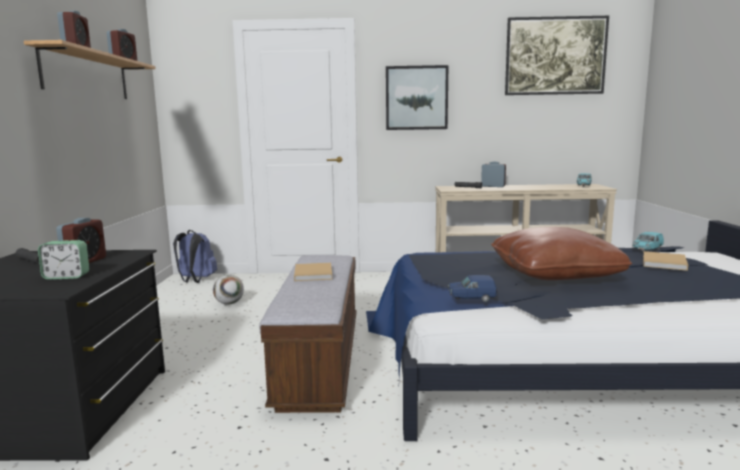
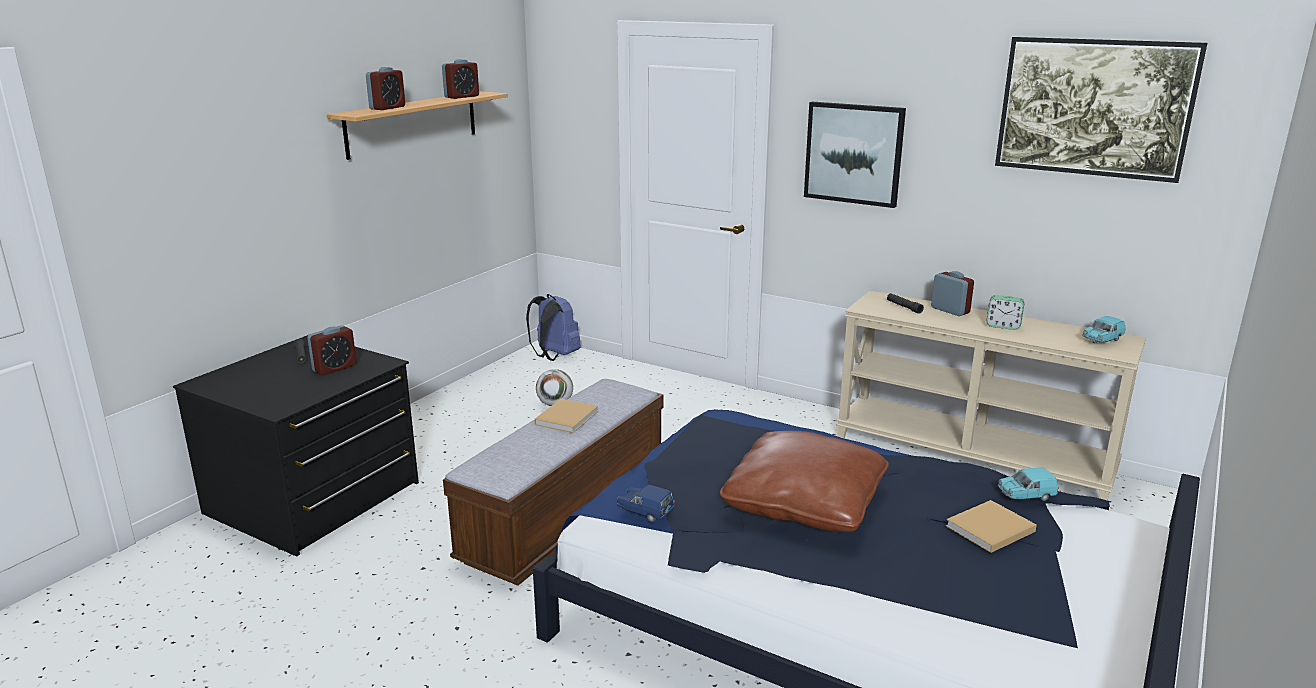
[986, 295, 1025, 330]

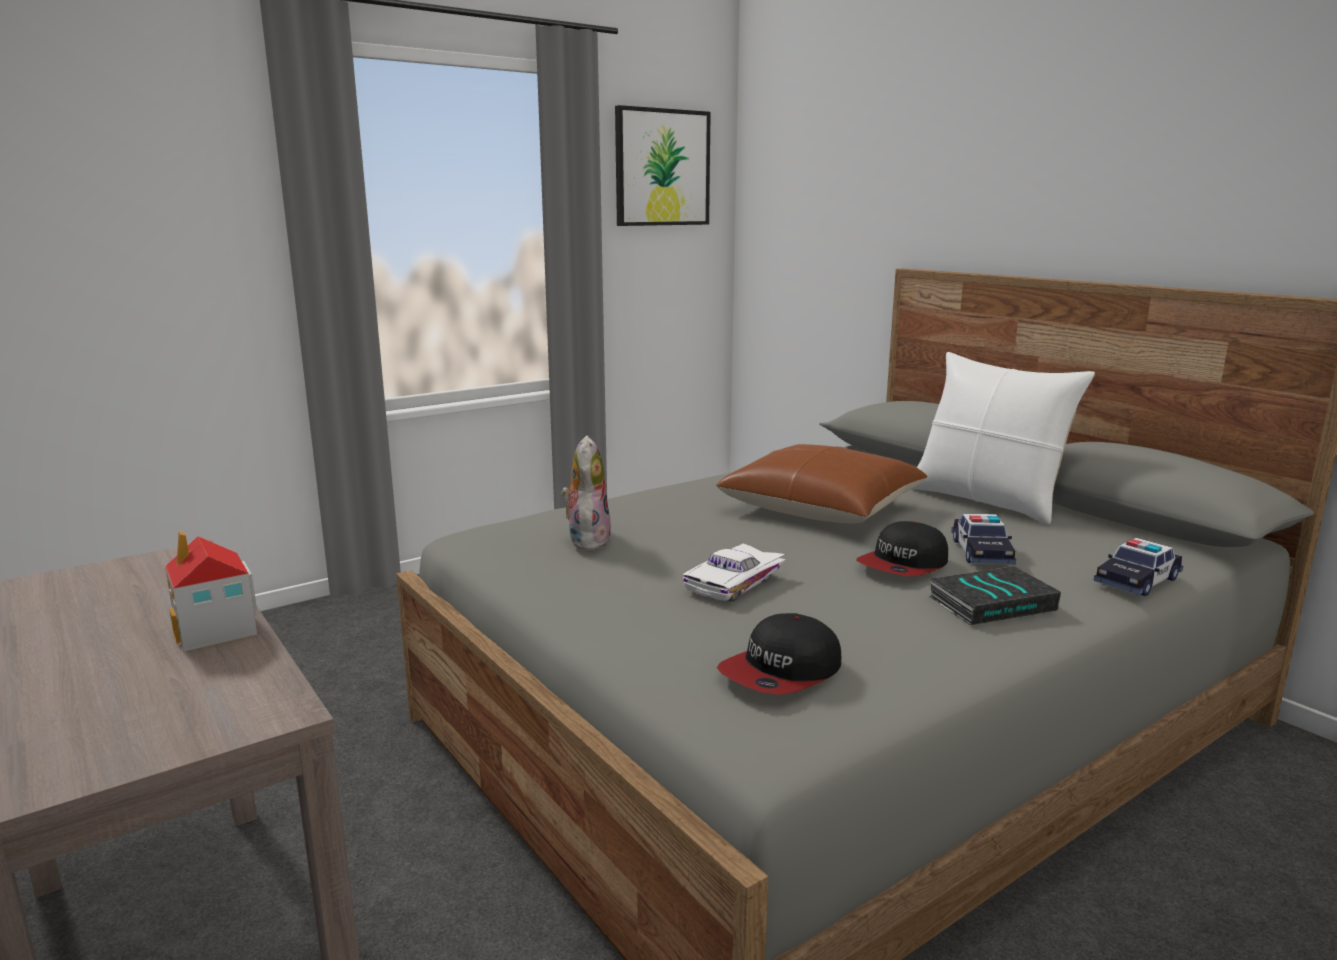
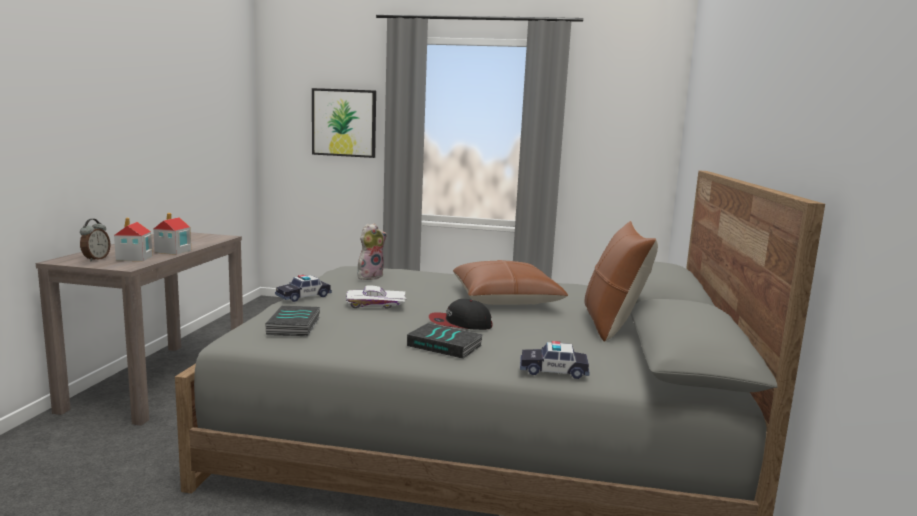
[312, 88, 376, 158]
[265, 306, 320, 336]
[584, 221, 658, 342]
[275, 275, 332, 302]
[80, 219, 111, 261]
[114, 217, 152, 261]

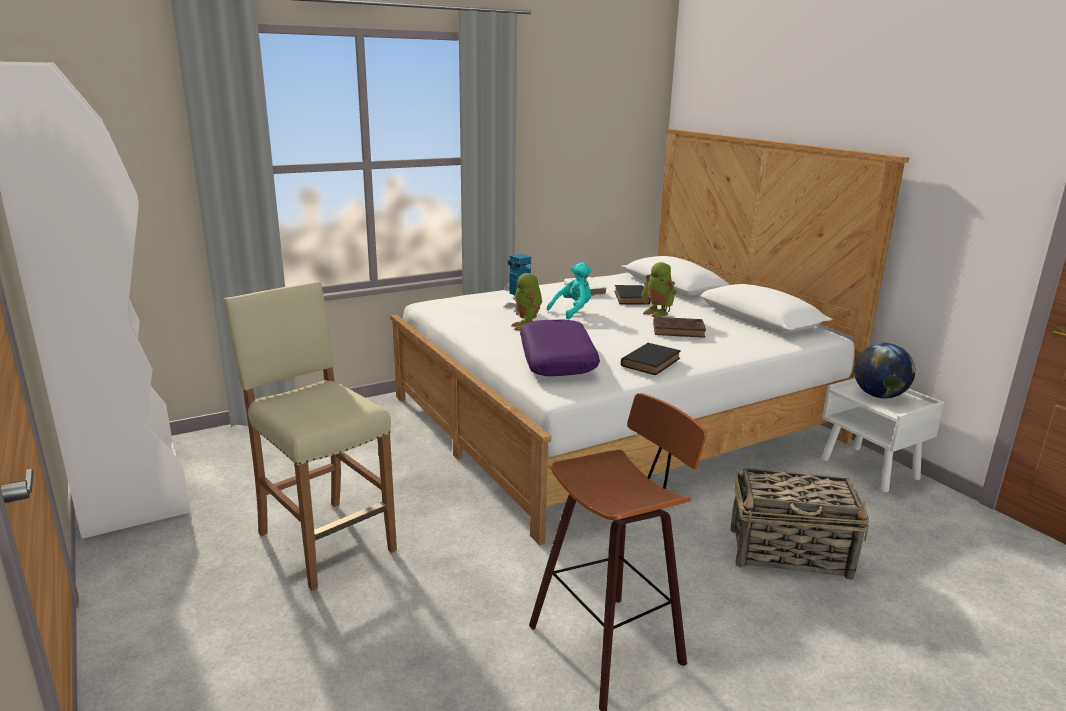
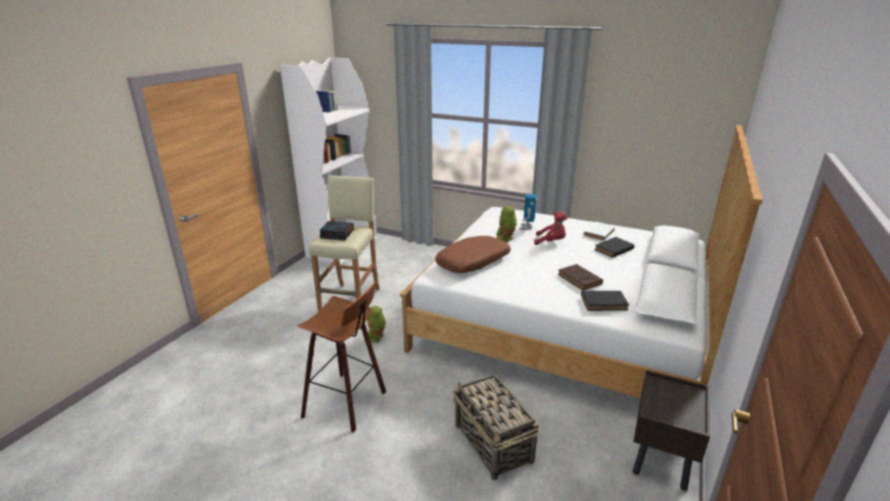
[435, 236, 511, 273]
[534, 211, 567, 245]
[581, 291, 629, 311]
[367, 306, 386, 343]
[633, 370, 710, 491]
[854, 343, 915, 398] (first image)
[320, 221, 354, 240]

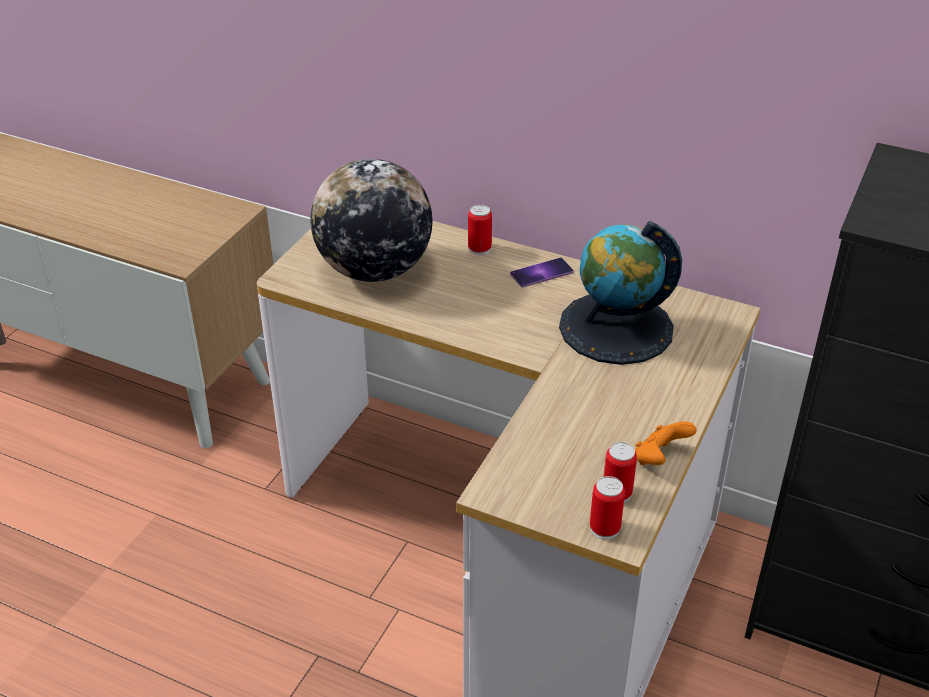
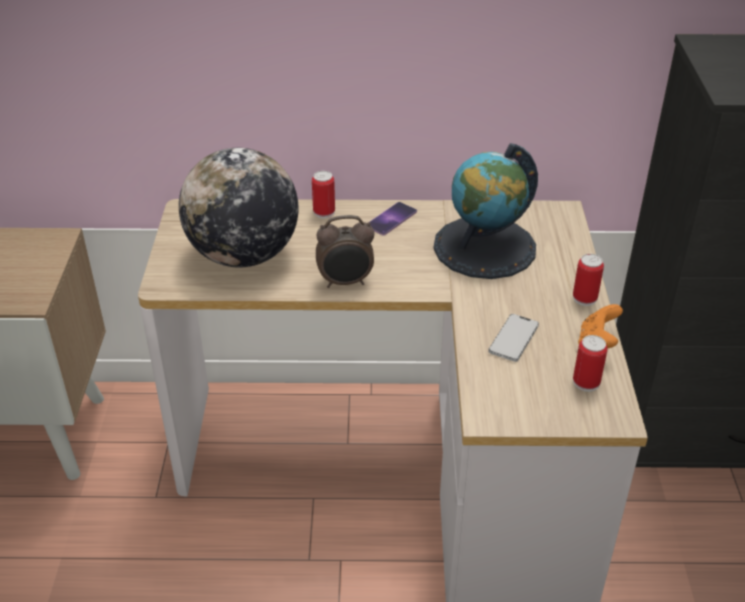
[573, 254, 604, 306]
[316, 215, 375, 288]
[488, 314, 539, 362]

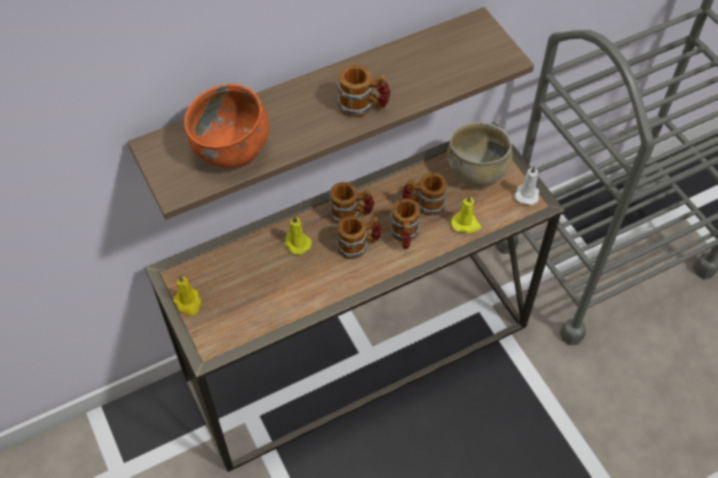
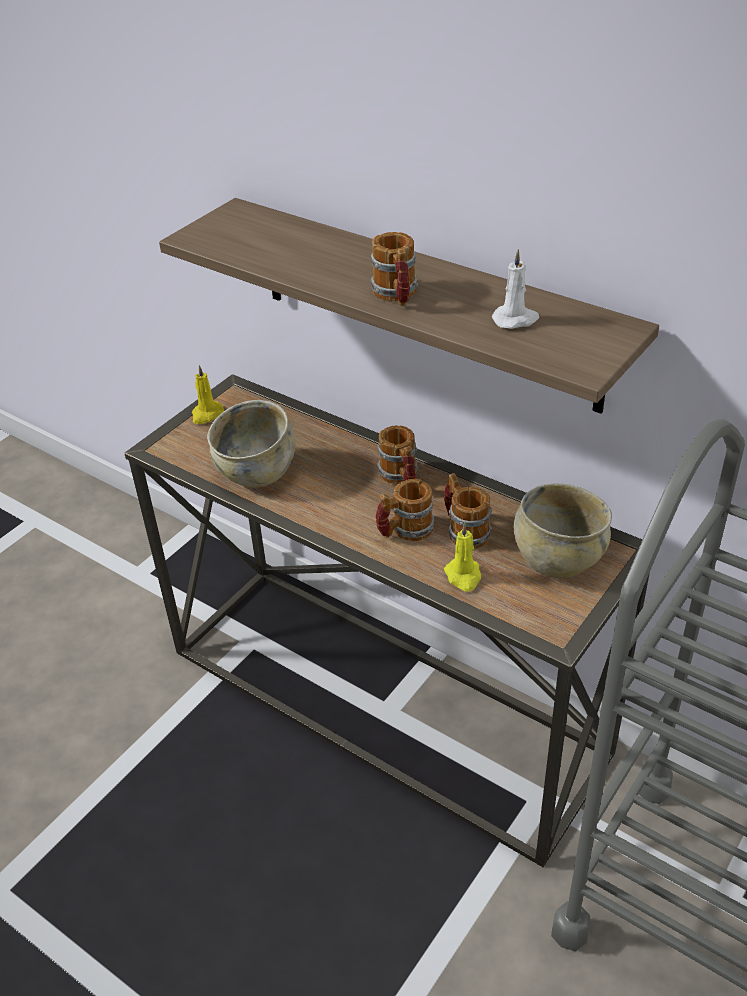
[184, 84, 269, 168] (first image)
[284, 216, 312, 255] (first image)
[336, 215, 382, 259] (first image)
[492, 249, 539, 329]
[207, 400, 296, 488]

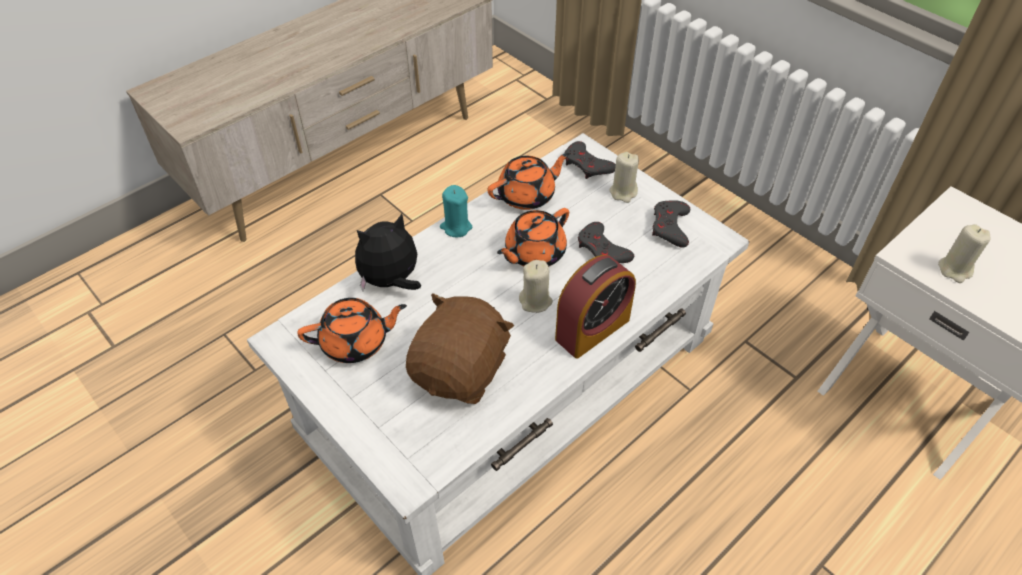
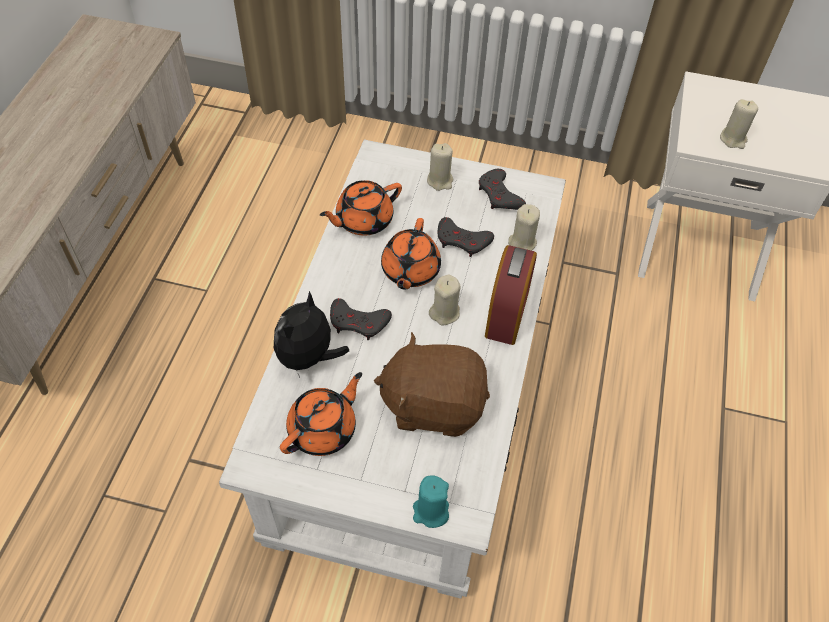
[374, 332, 490, 437]
[413, 476, 449, 528]
[320, 180, 402, 236]
[330, 298, 392, 340]
[508, 204, 540, 251]

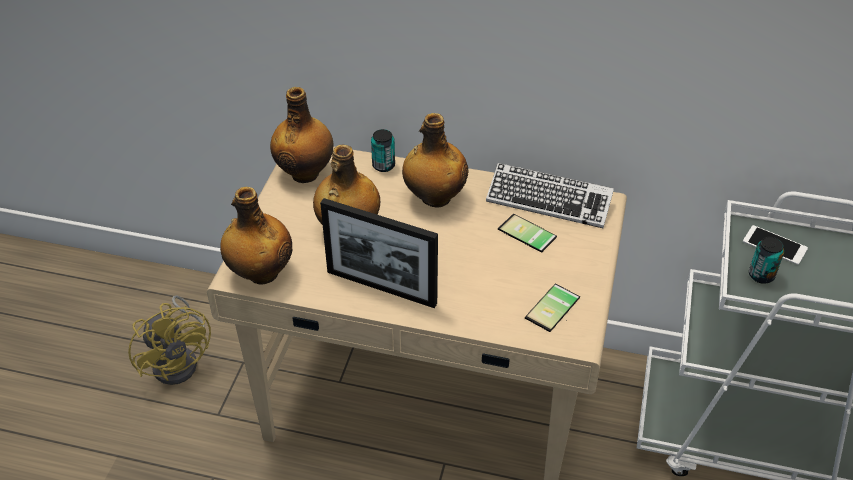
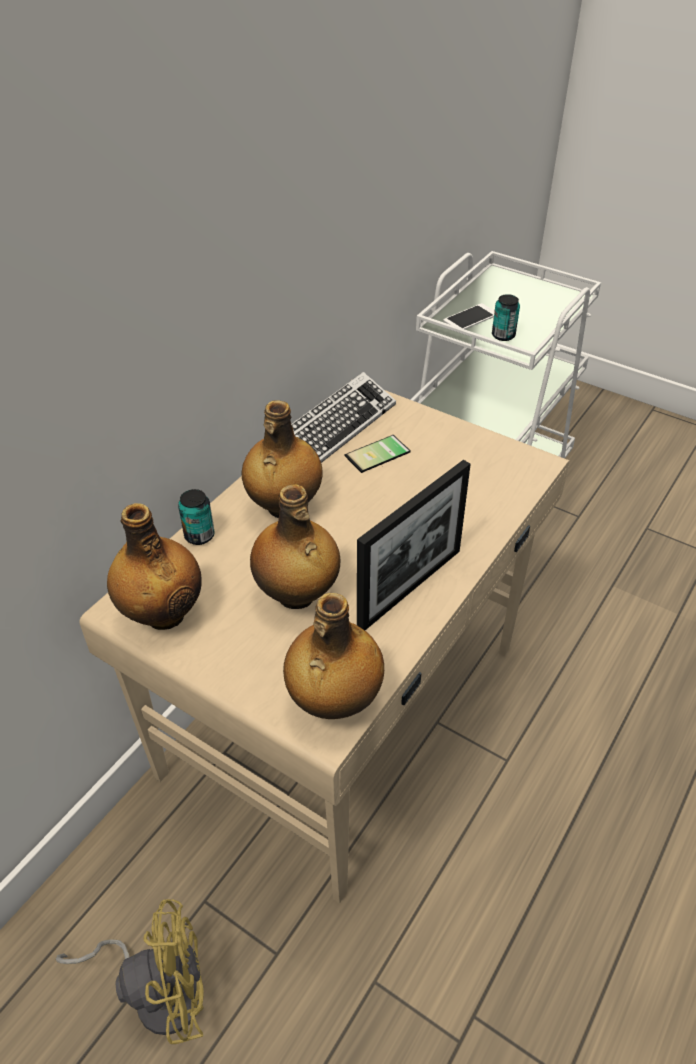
[525, 284, 580, 332] (first image)

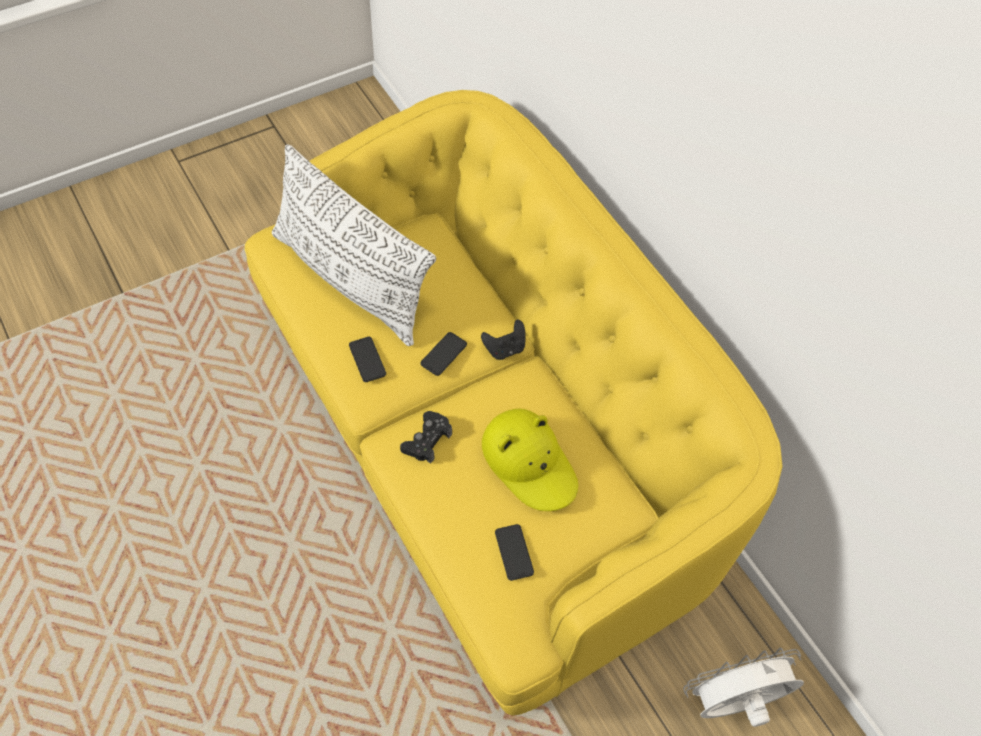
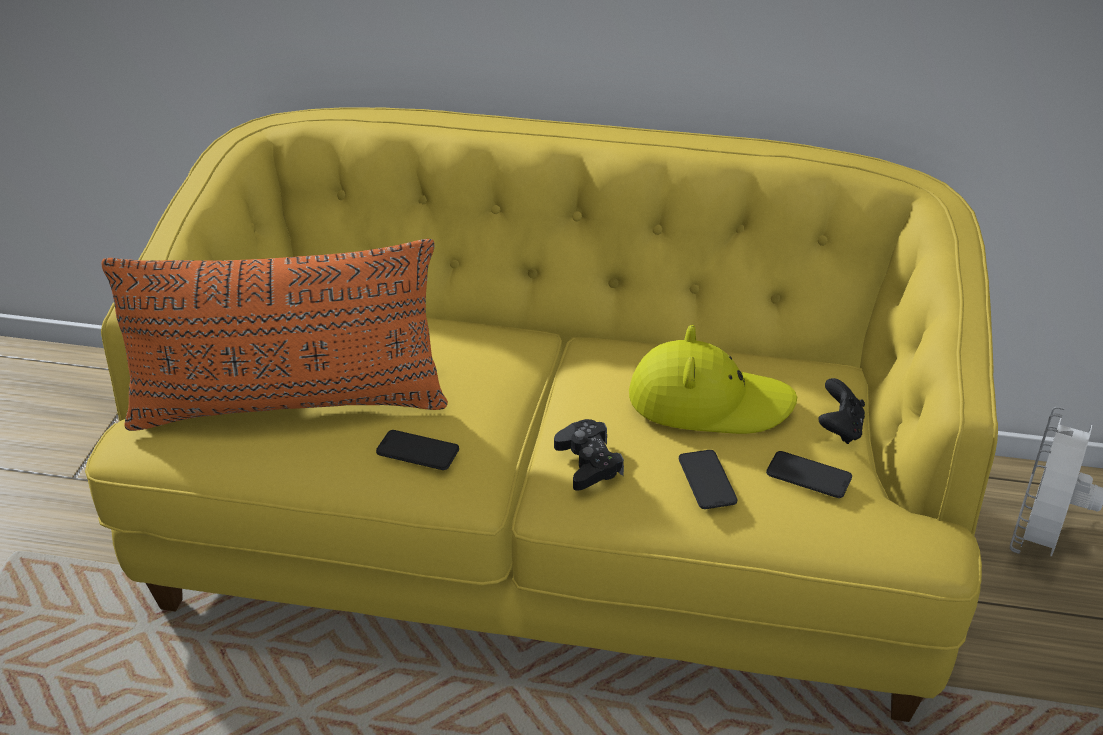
[102, 239, 448, 431]
[679, 450, 737, 509]
[818, 378, 865, 444]

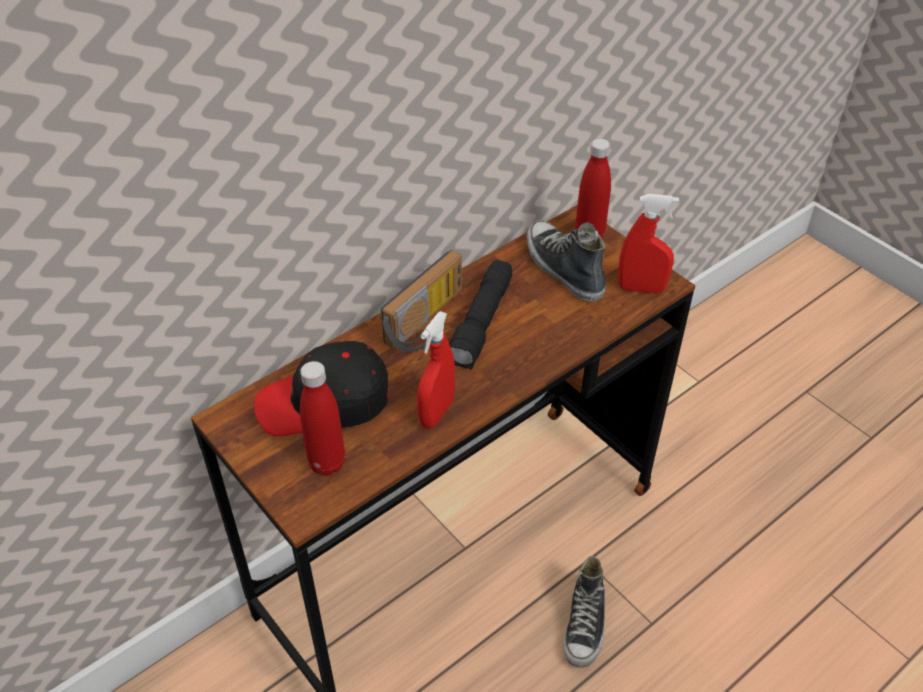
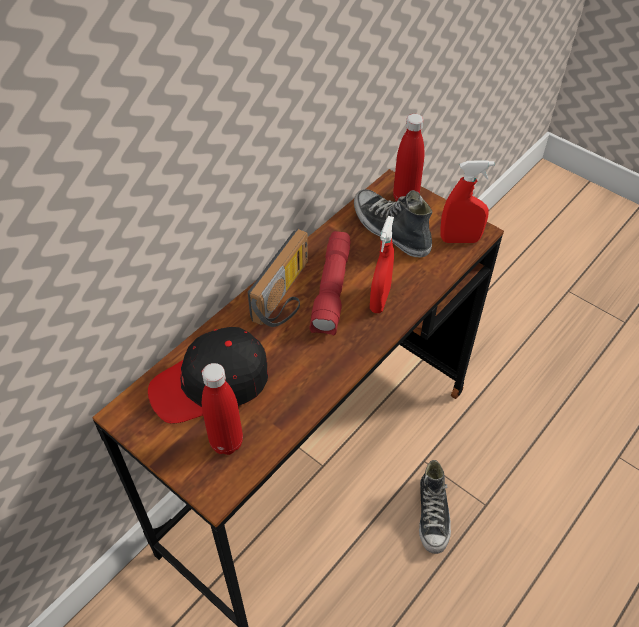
[370, 216, 394, 313]
[309, 231, 351, 335]

